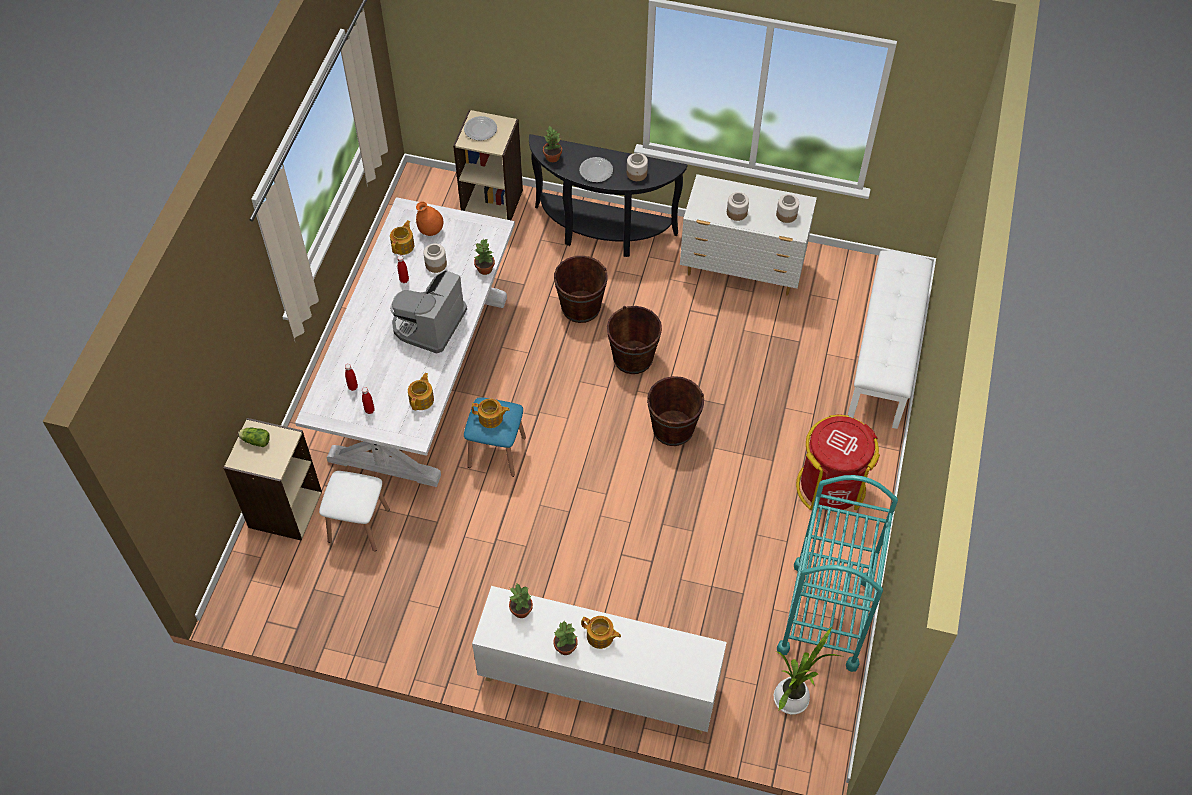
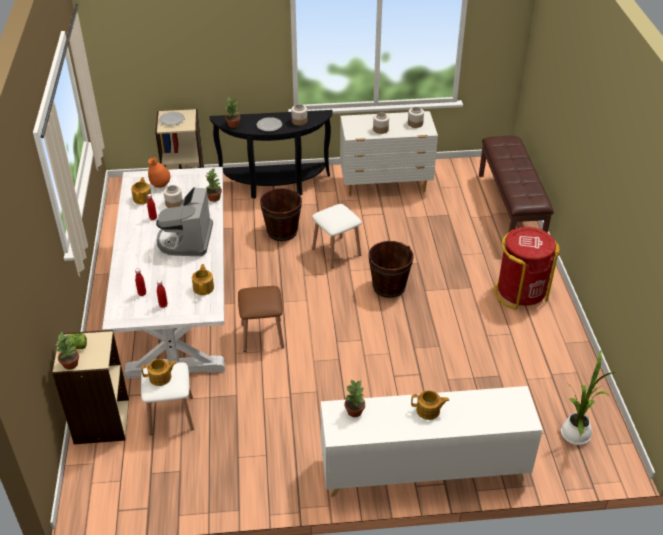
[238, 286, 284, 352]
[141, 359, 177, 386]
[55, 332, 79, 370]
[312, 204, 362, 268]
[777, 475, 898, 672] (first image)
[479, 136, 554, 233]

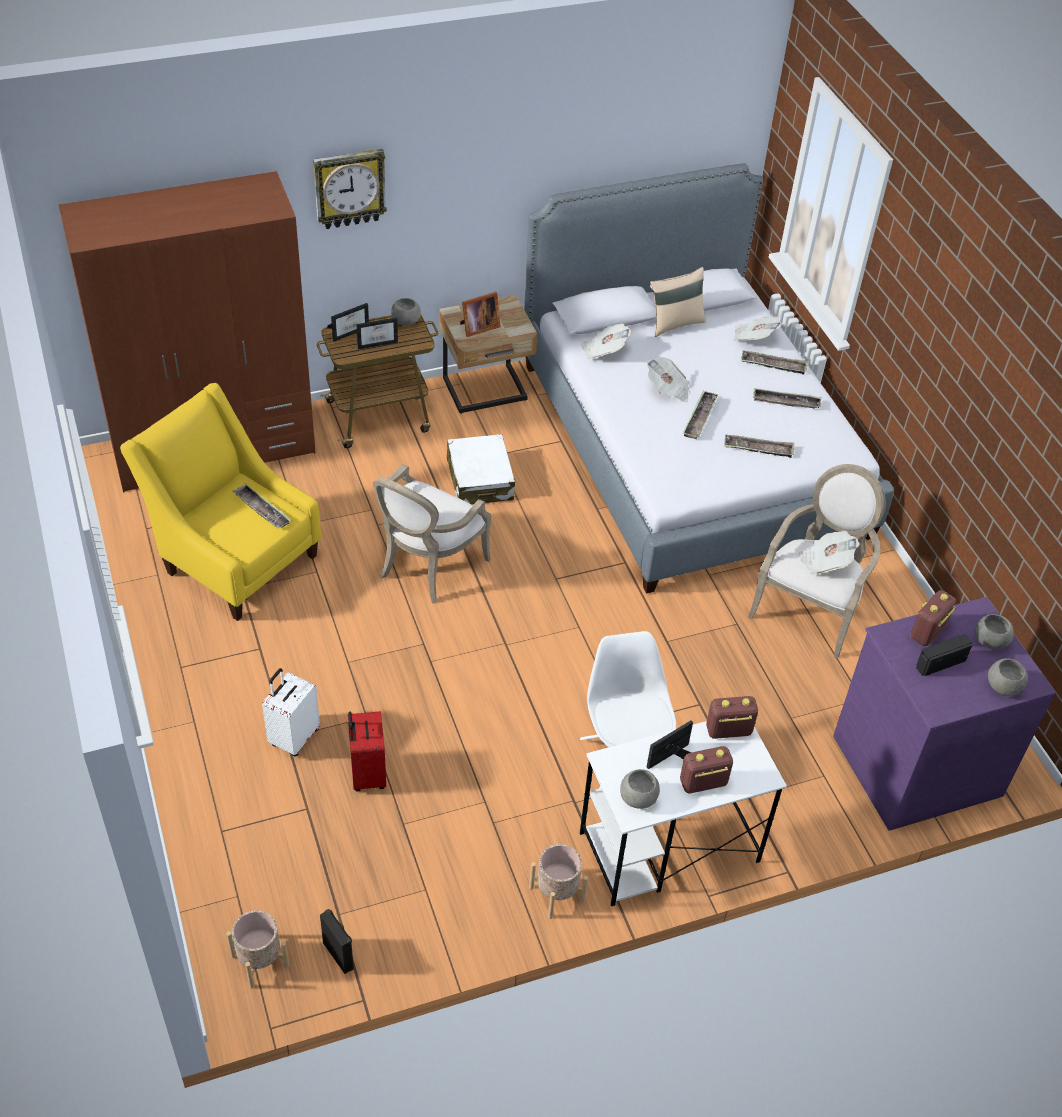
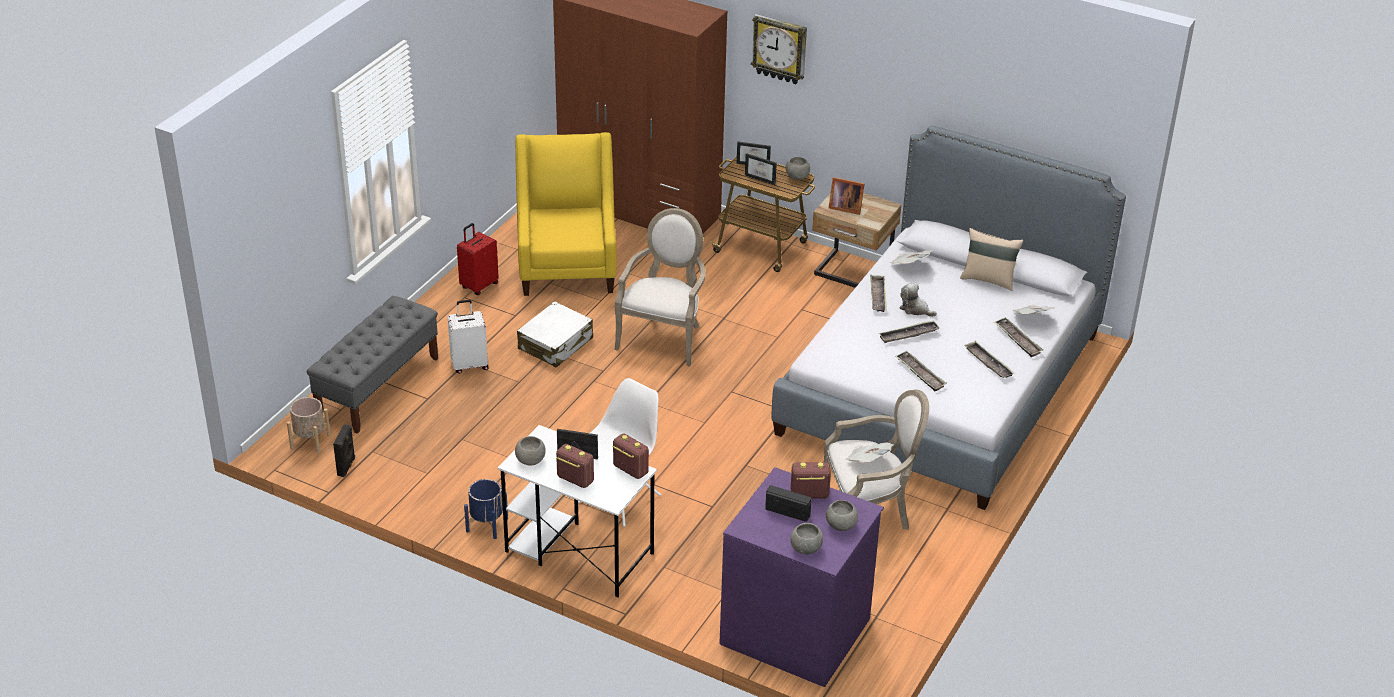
[870, 275, 887, 312]
[457, 223, 499, 295]
[615, 208, 705, 367]
[517, 301, 593, 368]
[464, 479, 508, 539]
[900, 282, 937, 317]
[307, 296, 438, 434]

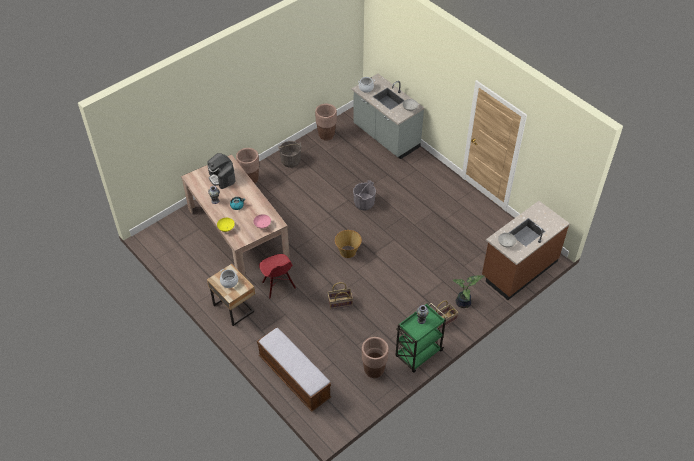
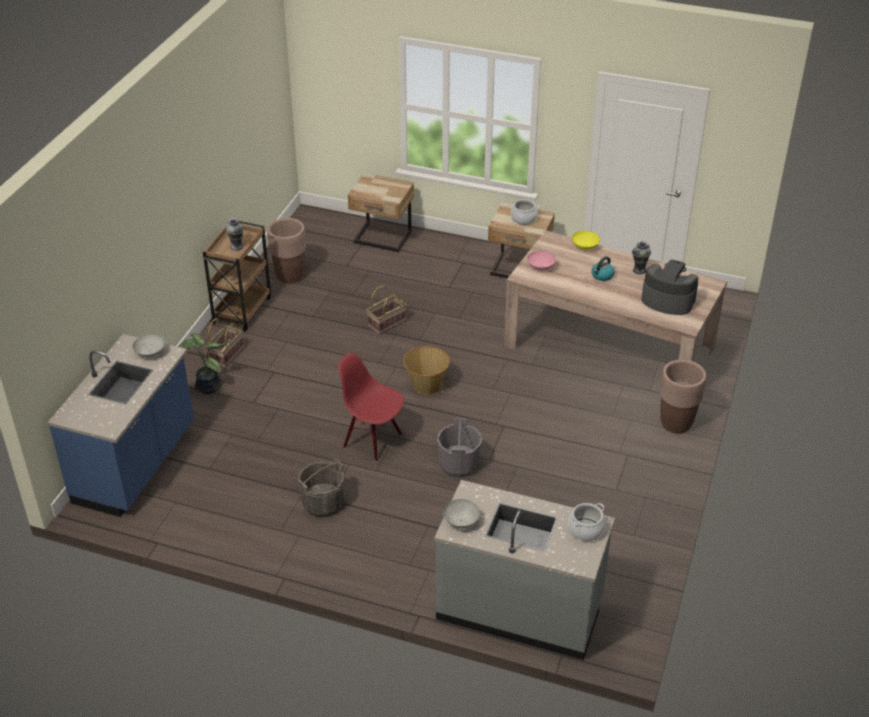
[348, 173, 414, 252]
[338, 353, 404, 461]
[298, 458, 344, 517]
[315, 104, 337, 141] (first image)
[203, 221, 271, 332]
[47, 334, 194, 517]

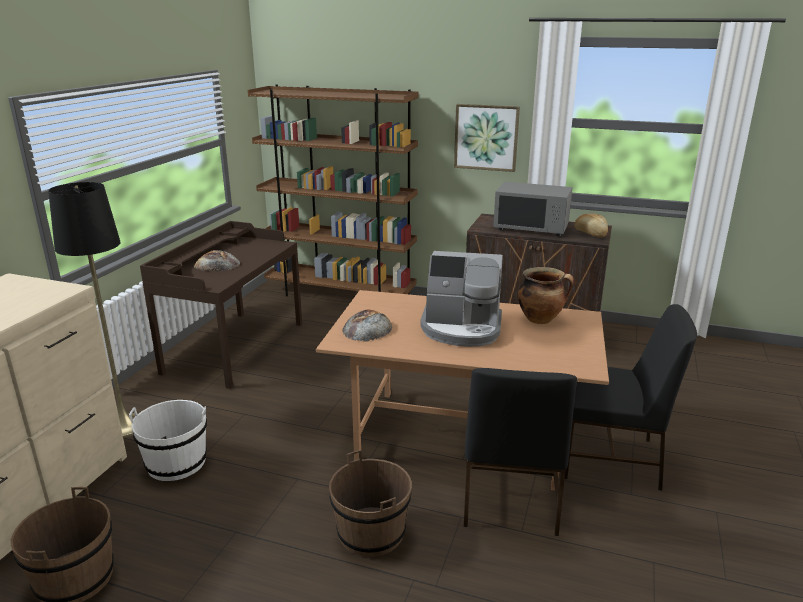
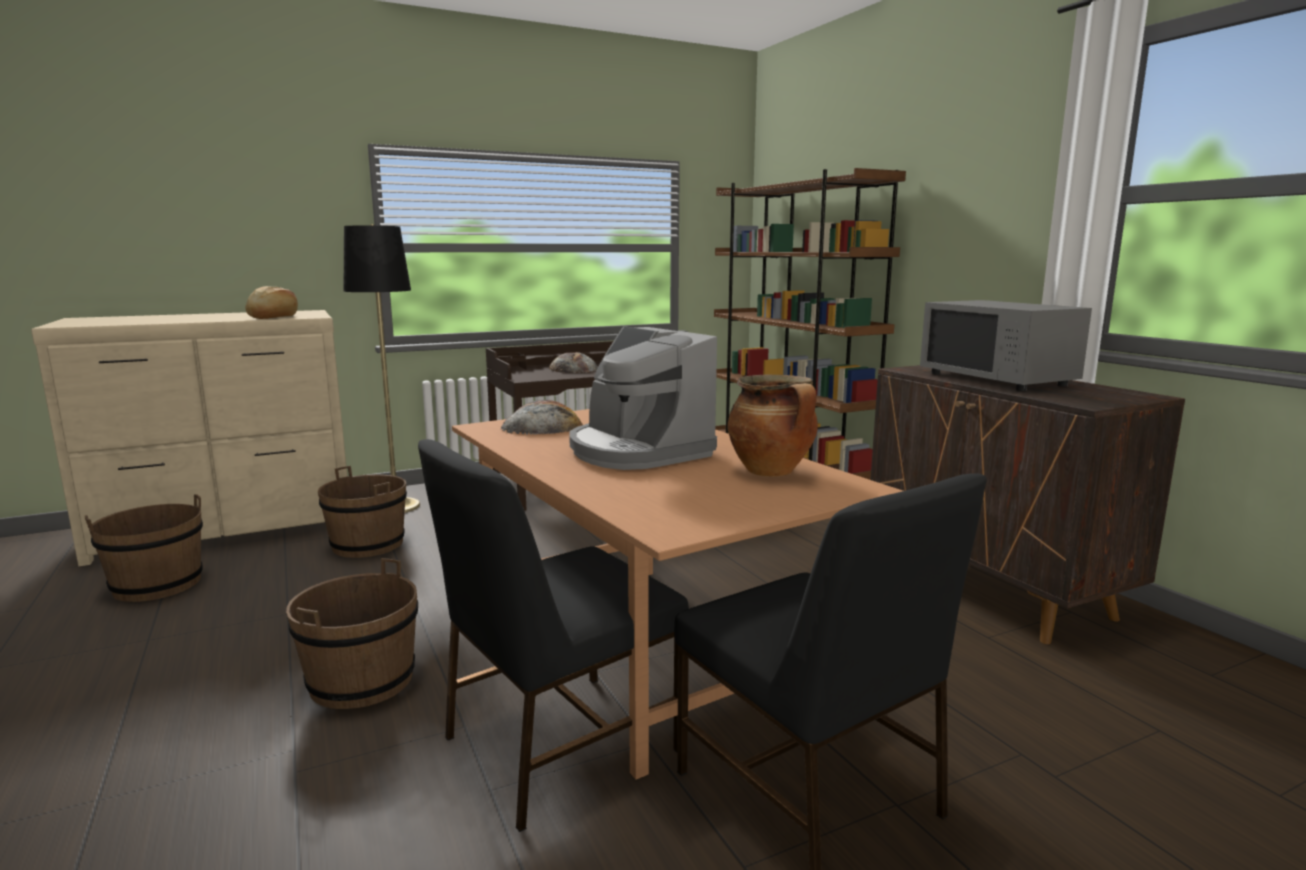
[318, 466, 407, 558]
[454, 104, 520, 172] (first image)
[245, 286, 298, 319]

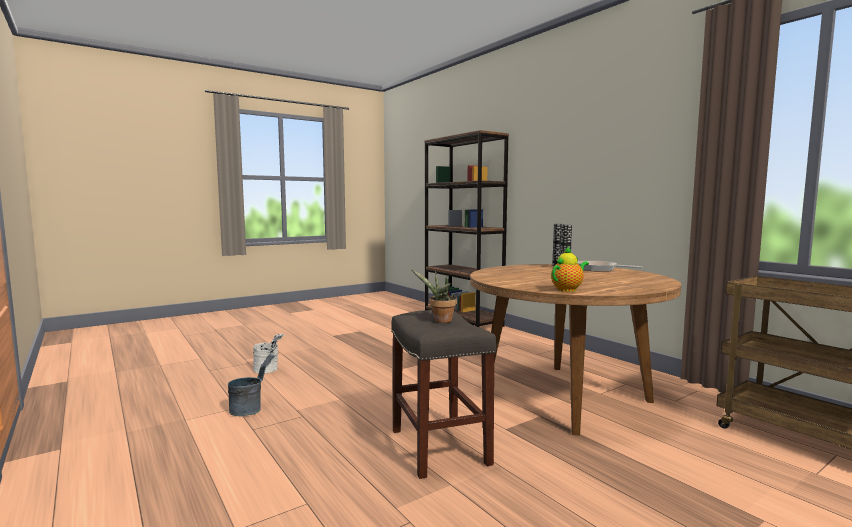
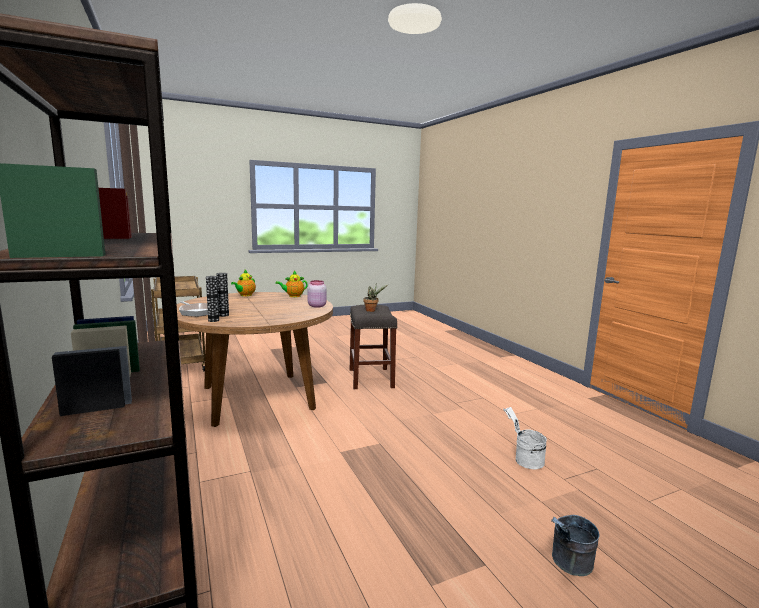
[551, 515, 599, 576]
[231, 270, 256, 296]
[307, 280, 326, 308]

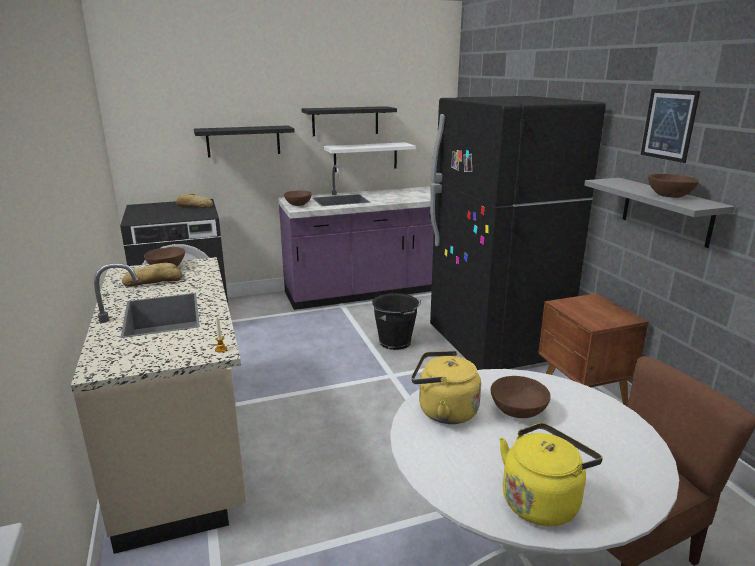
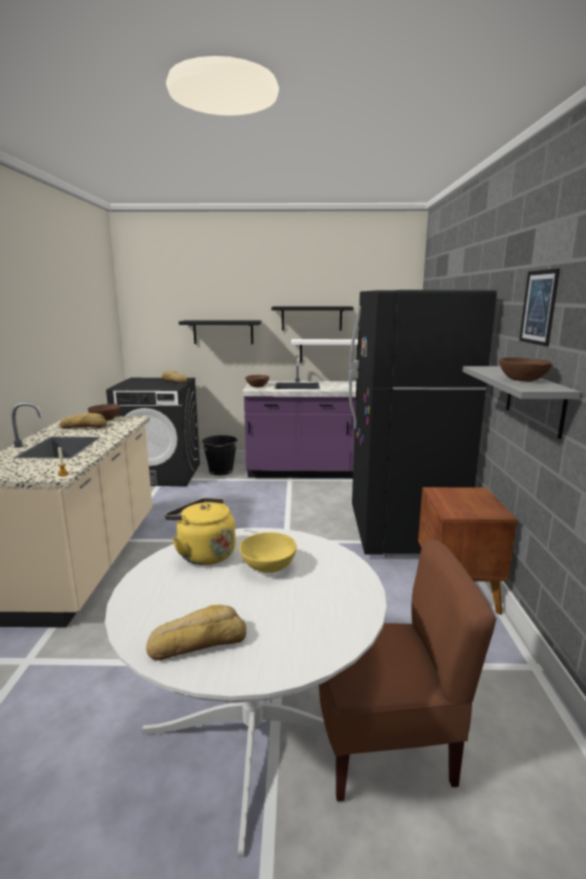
[200, 435, 238, 475]
[239, 532, 297, 573]
[146, 605, 246, 660]

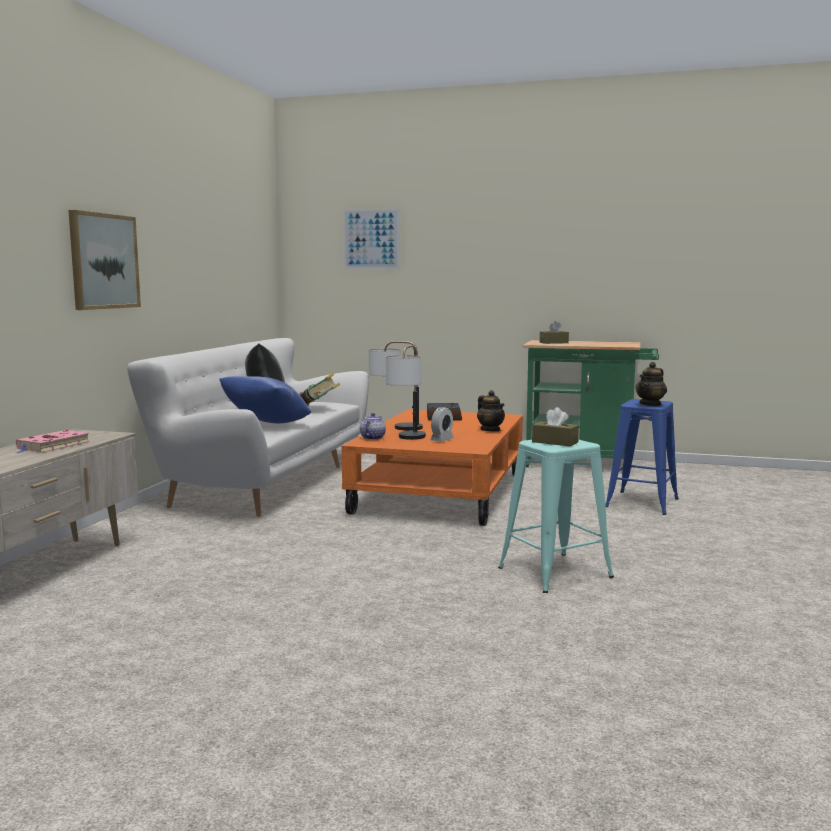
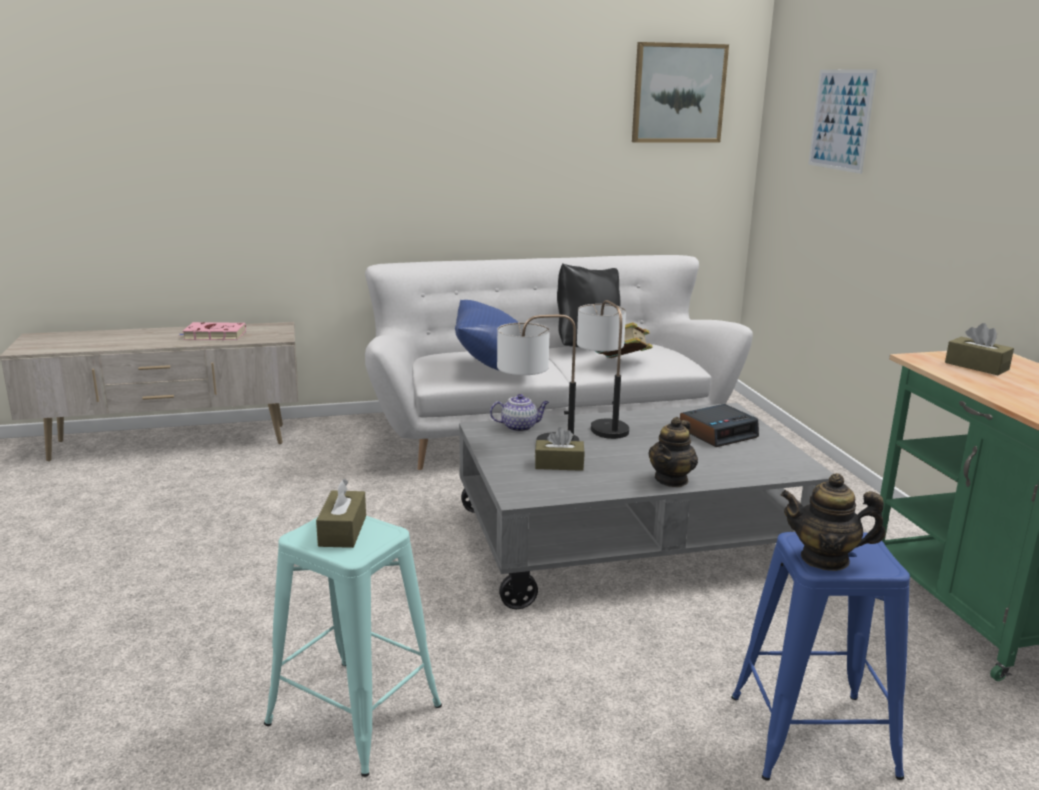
[632, 42, 729, 143]
[459, 403, 833, 609]
[535, 427, 585, 471]

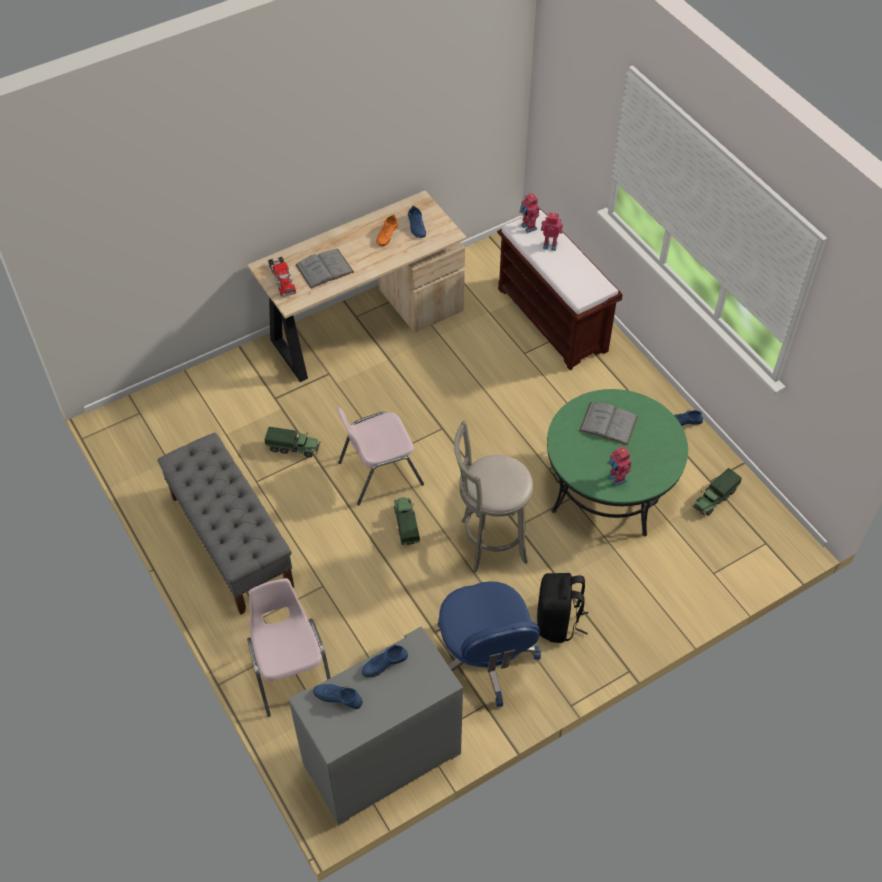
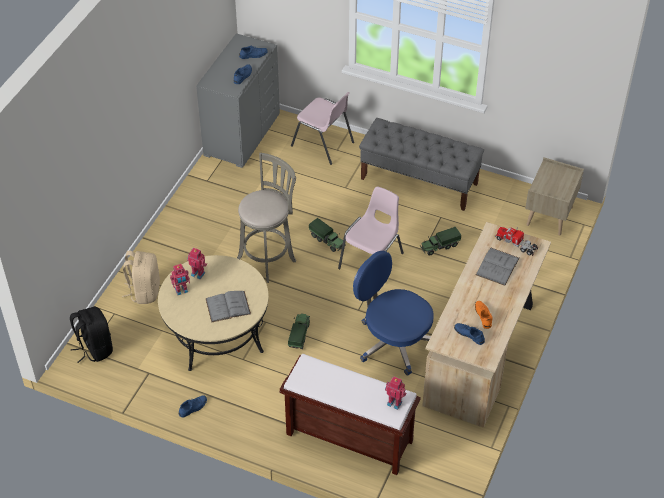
[353, 251, 434, 376]
[70, 307, 113, 363]
[170, 264, 190, 295]
[158, 255, 269, 371]
[288, 313, 310, 349]
[122, 251, 160, 304]
[525, 157, 584, 236]

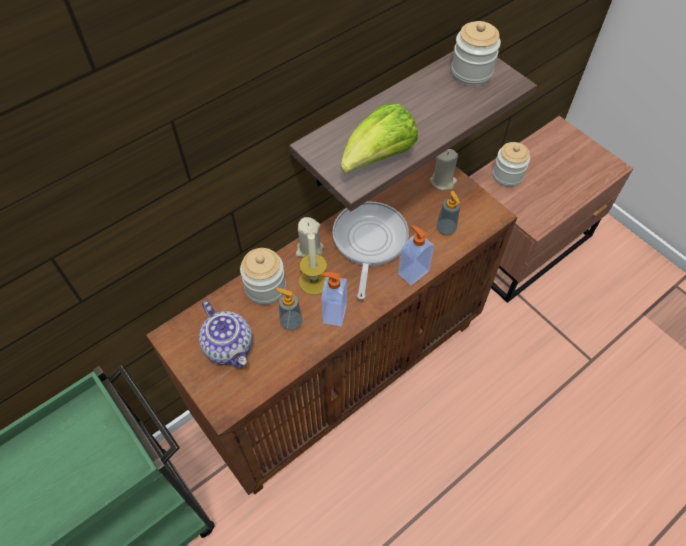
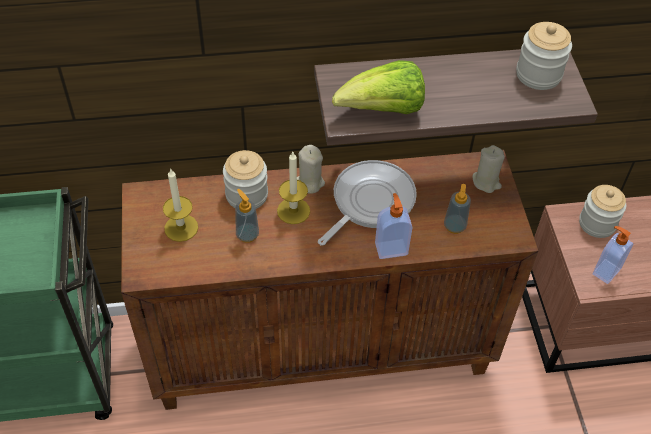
[163, 168, 198, 242]
[593, 226, 633, 284]

